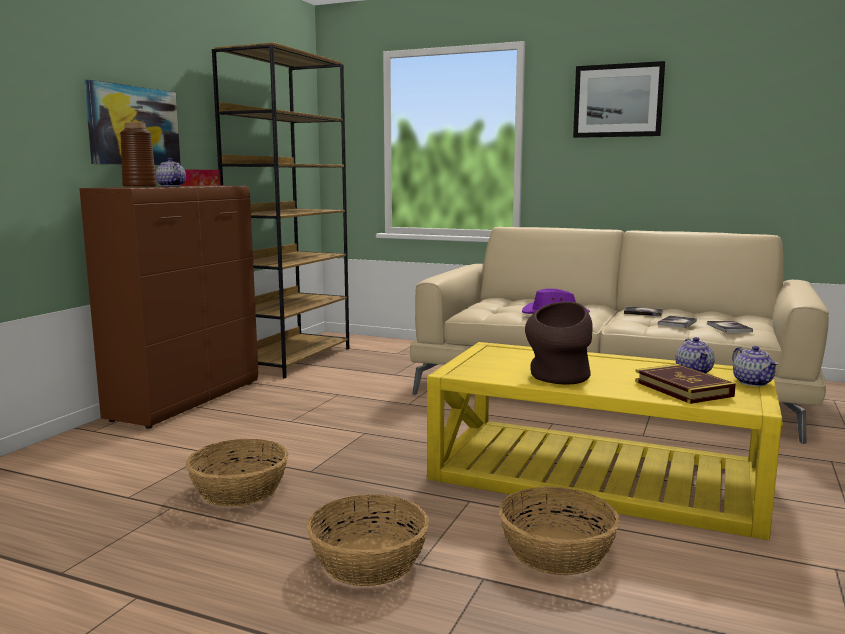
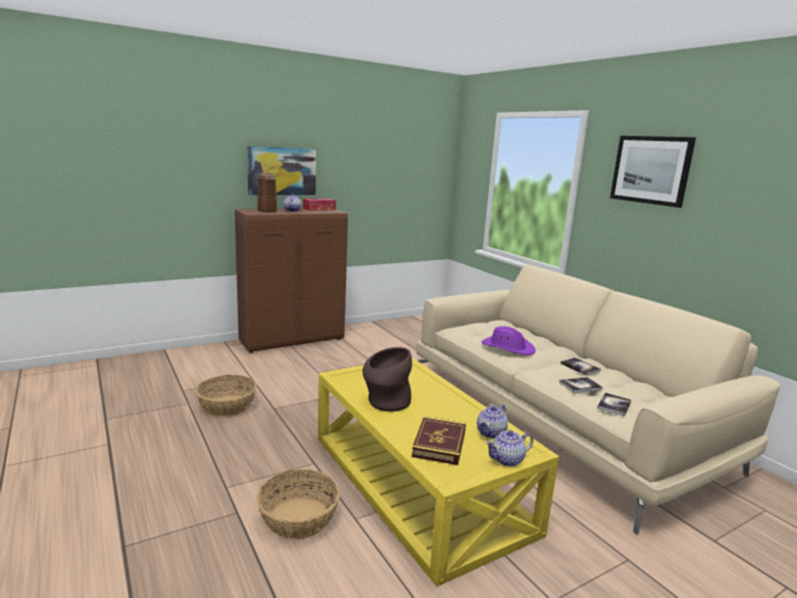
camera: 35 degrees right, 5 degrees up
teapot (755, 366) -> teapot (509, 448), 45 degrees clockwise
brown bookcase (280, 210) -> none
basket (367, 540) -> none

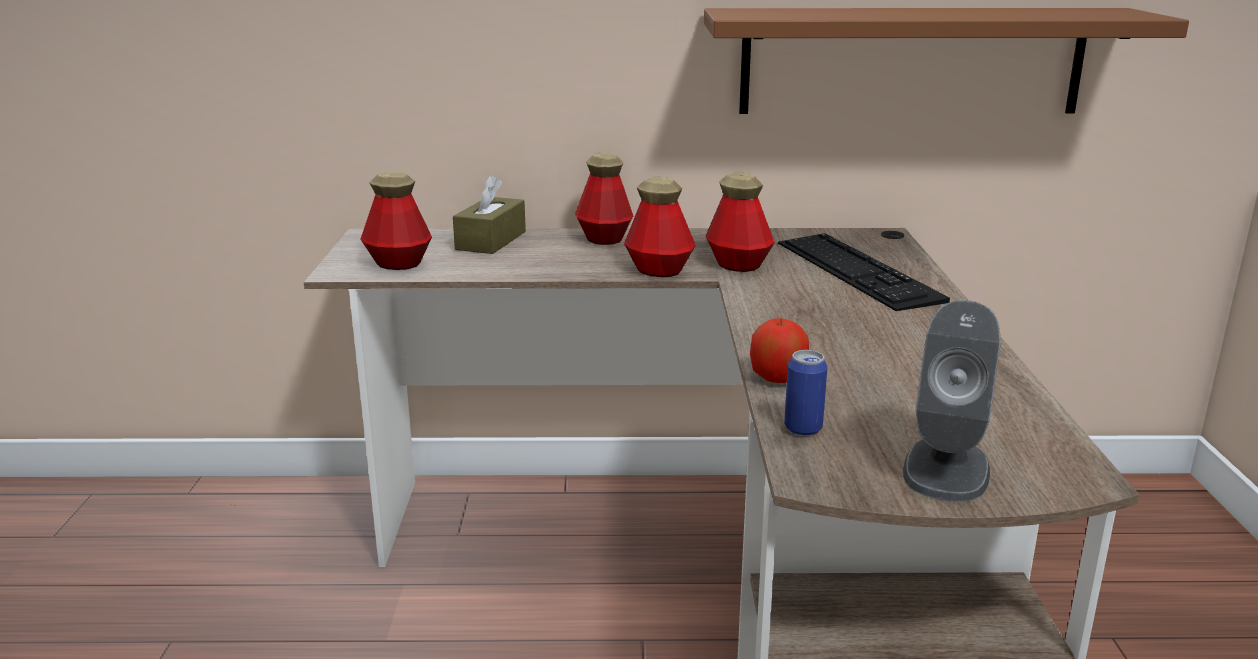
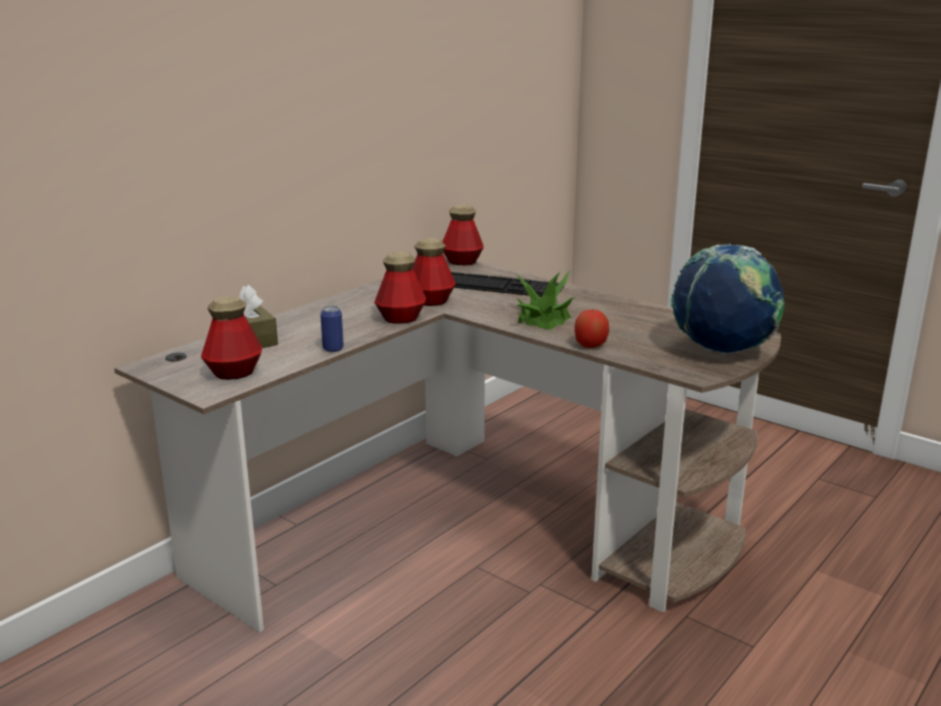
camera: 50 degrees left, 0 degrees up
can (805, 393) -> can (332, 328), relocated
bottle (604, 198) -> bottle (463, 235), relocated
none -> potted plant (545, 300)
grey speaker (952, 401) -> globe (727, 299)
brown shelf (946, 61) -> none

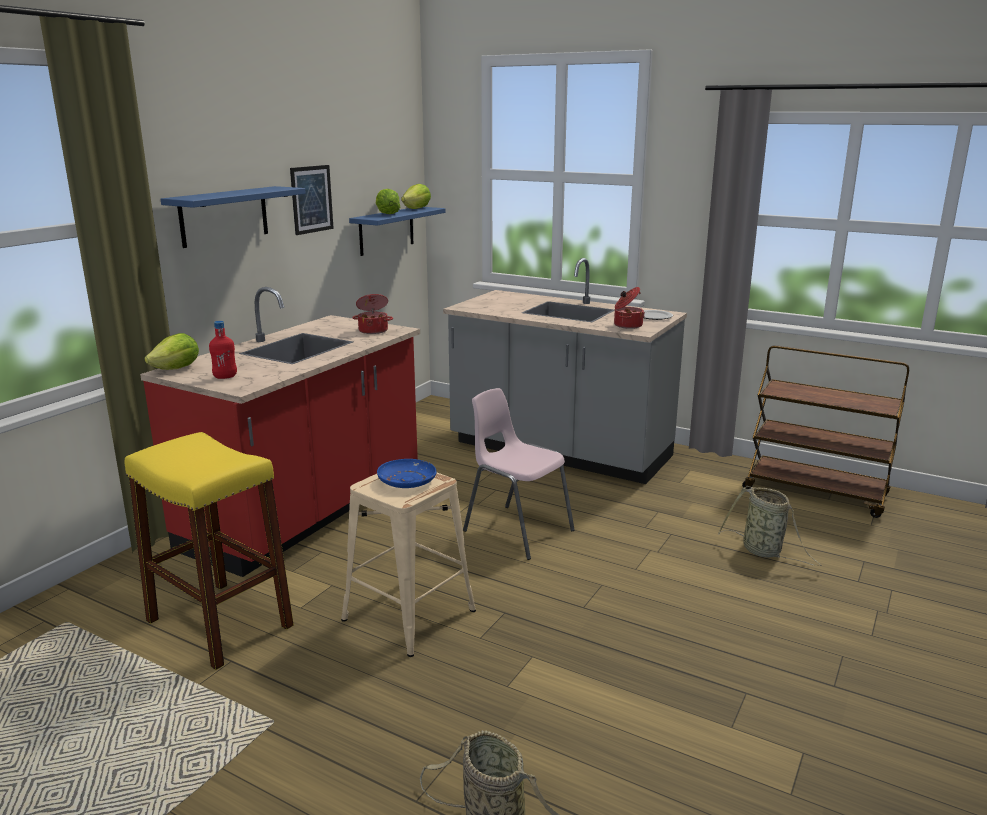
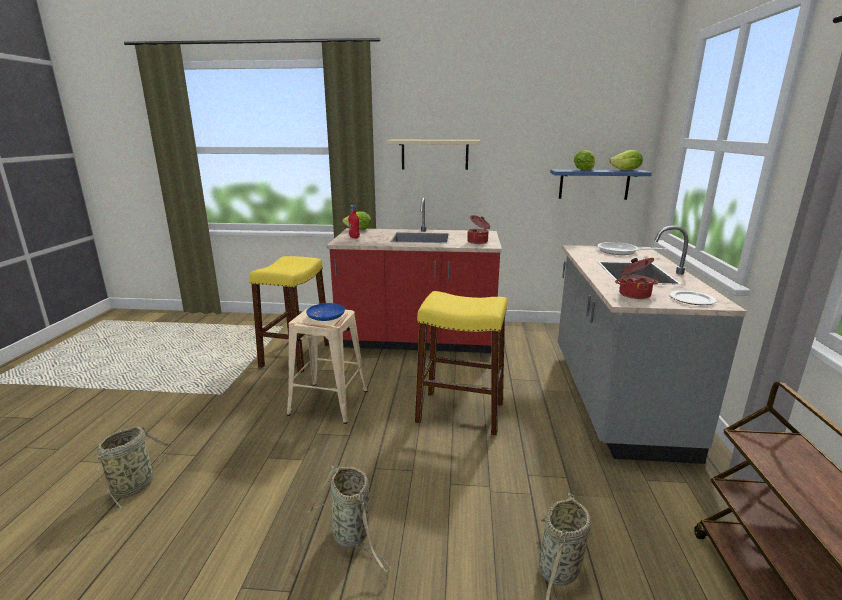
camera: 65 degrees right, 0 degrees up
none -> basket (349, 519)
blue shelf (233, 217) -> beige shelf (434, 155)
pink chair (519, 474) -> yellow stool (461, 363)
none -> frying pan (633, 248)
picture (312, 200) -> none

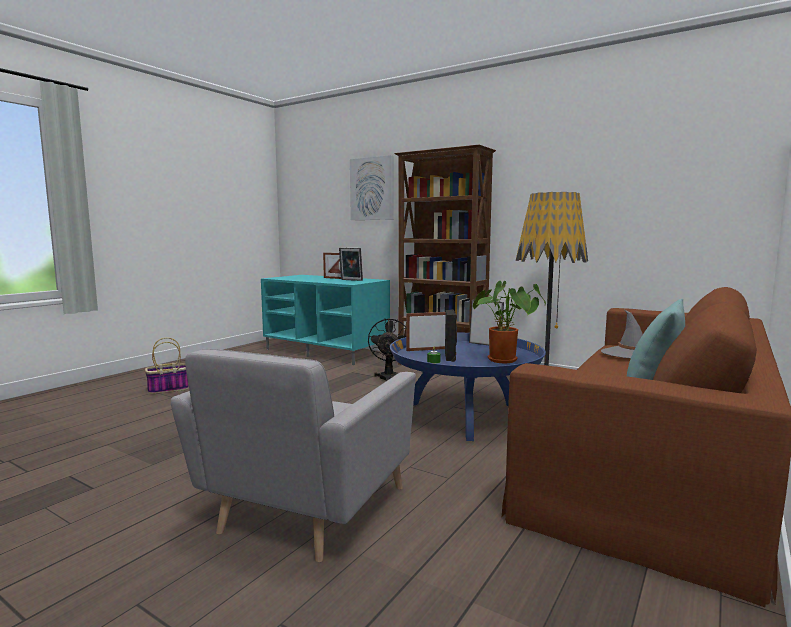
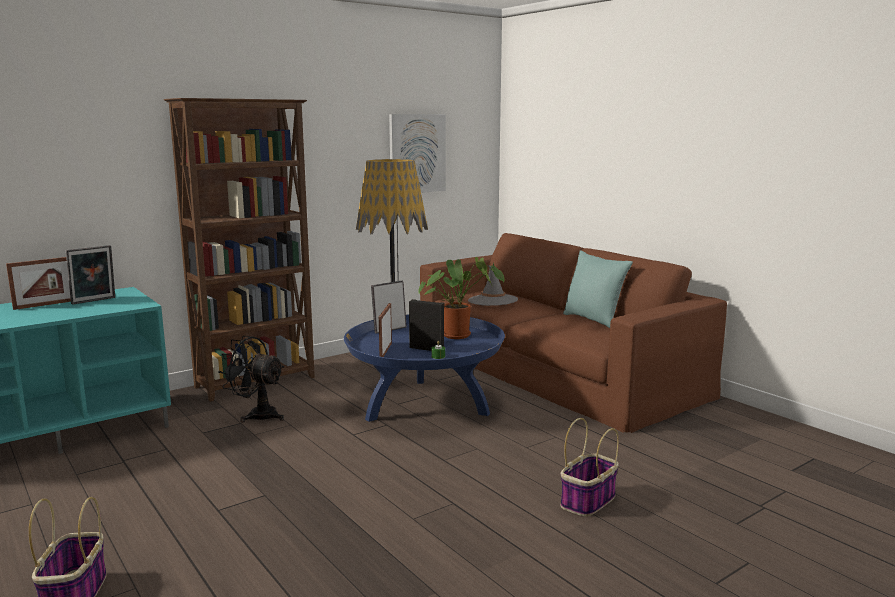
camera: 70 degrees left, 5 degrees up
picture (371, 187) -> picture (417, 153), relocated
grey armchair (293, 455) -> basket (589, 467)

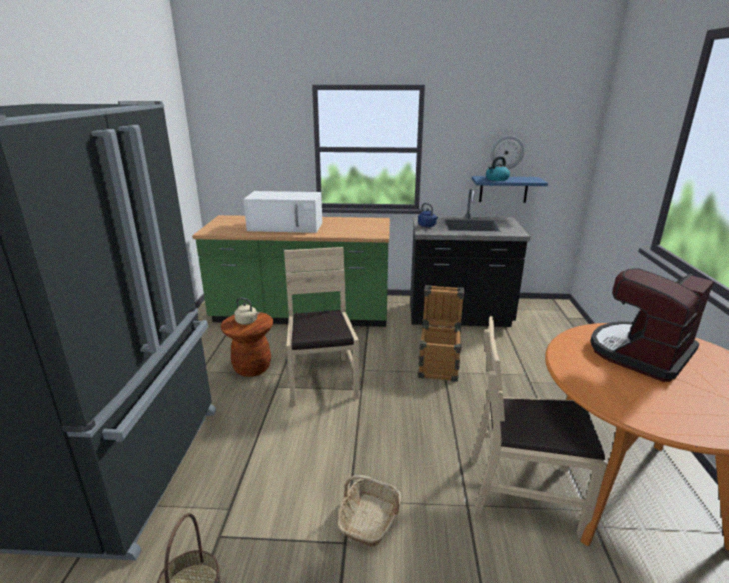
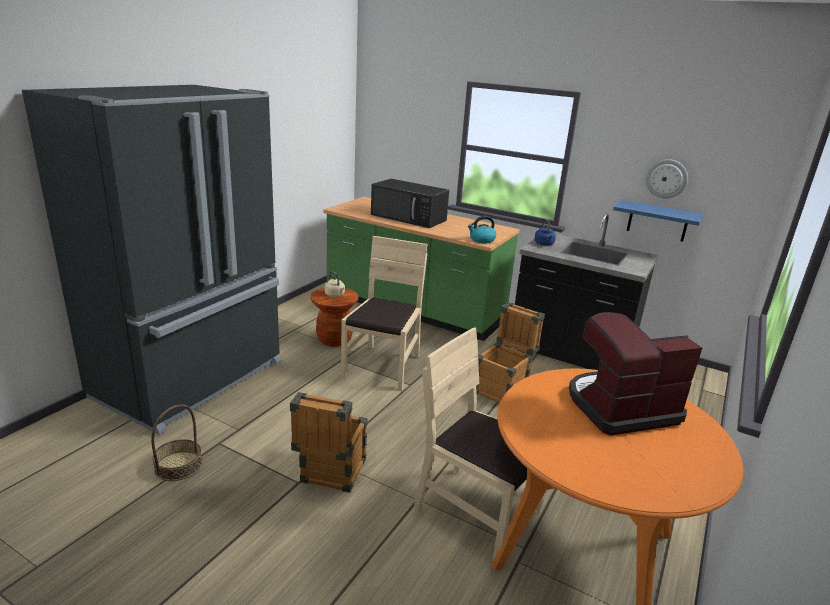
camera: 25 degrees right, 0 degrees up
basket (369, 510) -> crate (328, 442)
white microwave (282, 212) -> black microwave (410, 203)
kettle (498, 168) -> kettle (482, 229), relocated

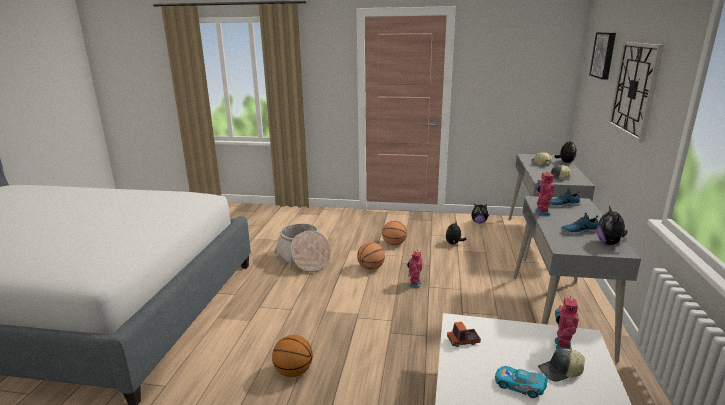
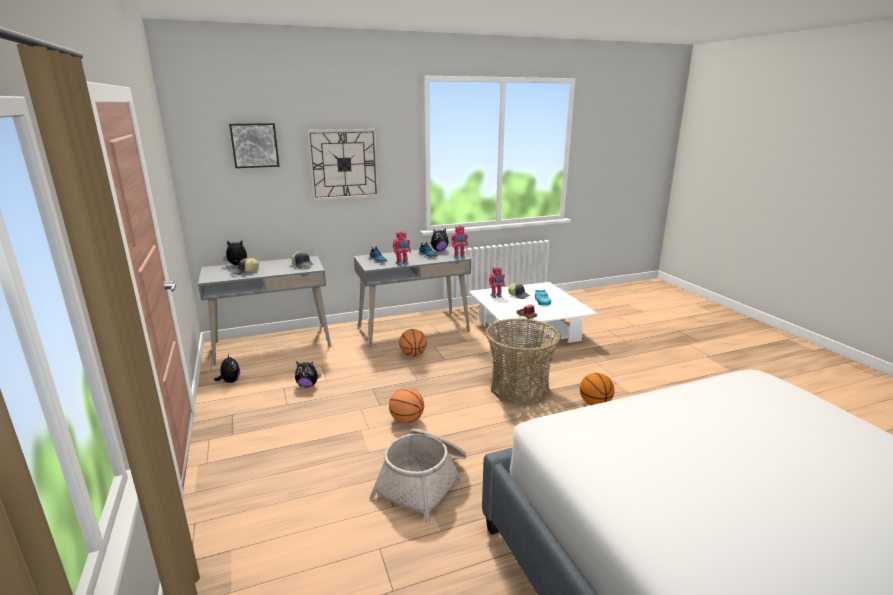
camera: 120 degrees left, 0 degrees up
basketball (394, 233) -> basketball (413, 343), relocated
toy robot (414, 269) -> toy robot (459, 242), relocated
none -> basket (523, 361)

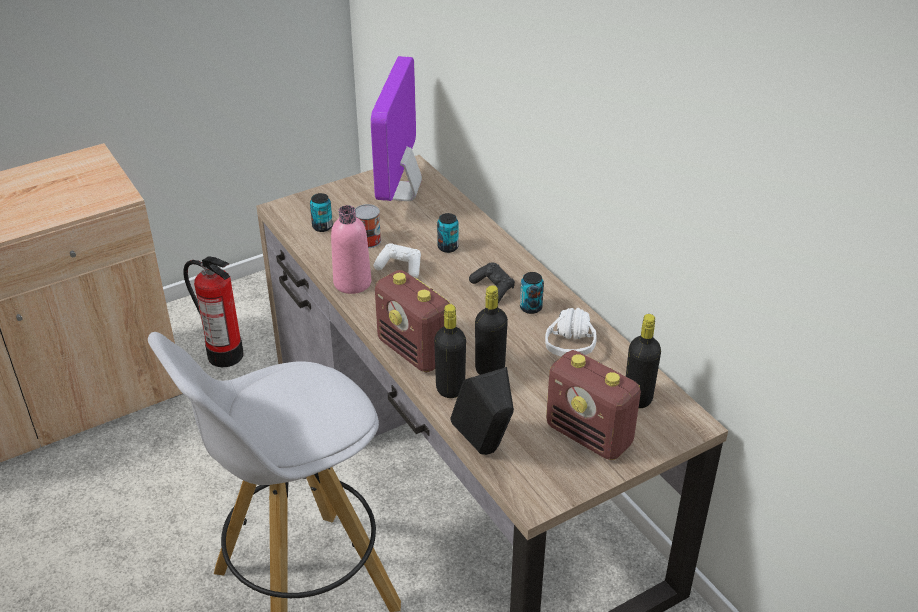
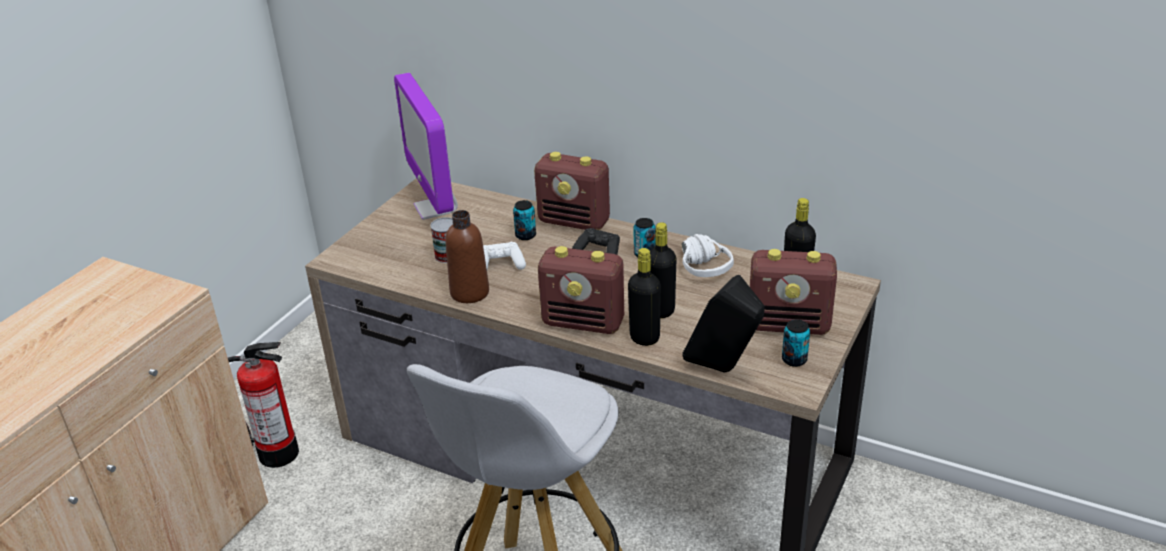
camera: 30 degrees left, 5 degrees down
pink bottle (351, 249) -> brown bottle (467, 256)
none -> radio (572, 191)
can (321, 212) -> can (796, 343), relocated

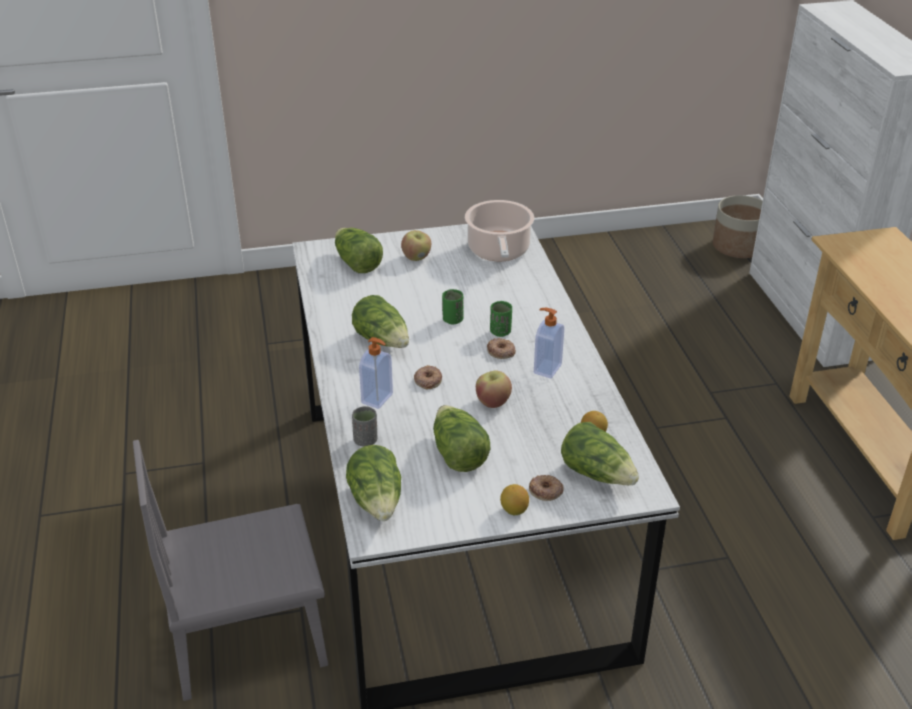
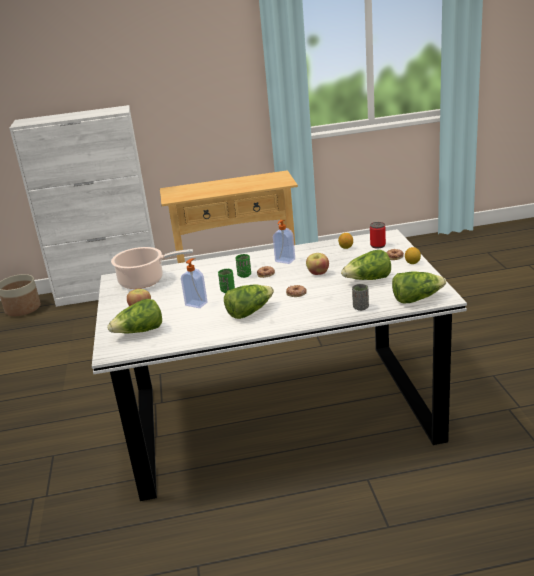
camera: 85 degrees left, 10 degrees down
soap dispenser (376, 373) -> soap dispenser (194, 283), relocated
lettuce (600, 453) -> can (378, 235)
grey chair (230, 570) -> none

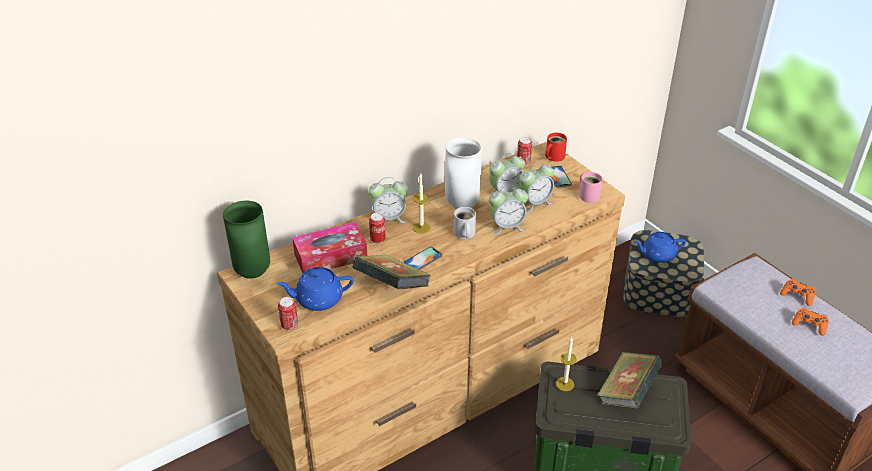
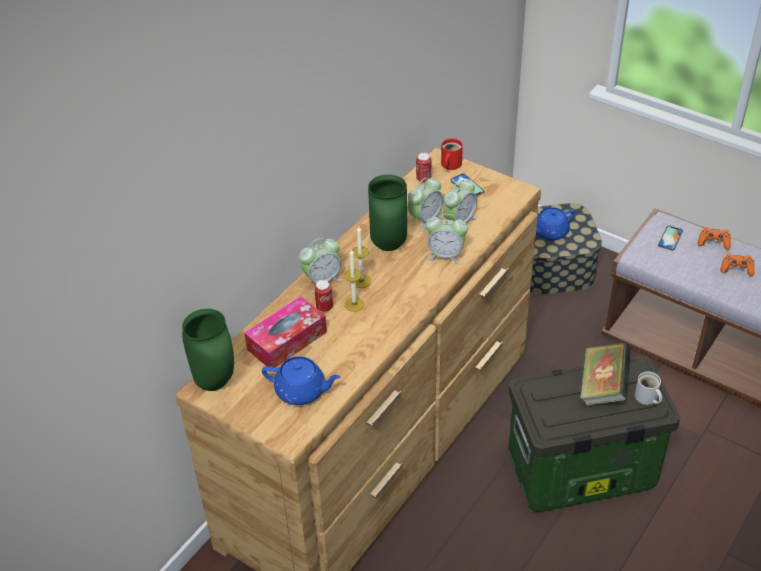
camera: 20 degrees left, 5 degrees up
blue teapot (315, 289) -> blue teapot (301, 380), 135 degrees counterclockwise
candle (566, 363) -> candle (354, 280), relocated
white vase (463, 173) -> green vase (387, 212)
alarm clock (508, 210) -> alarm clock (447, 239), 45 degrees clockwise
white mug (465, 223) -> white mug (648, 388), relocated
phone (423, 258) -> phone (670, 238), relocated
can (288, 313) -> none
book (392, 272) -> none
pink mug (591, 187) -> none

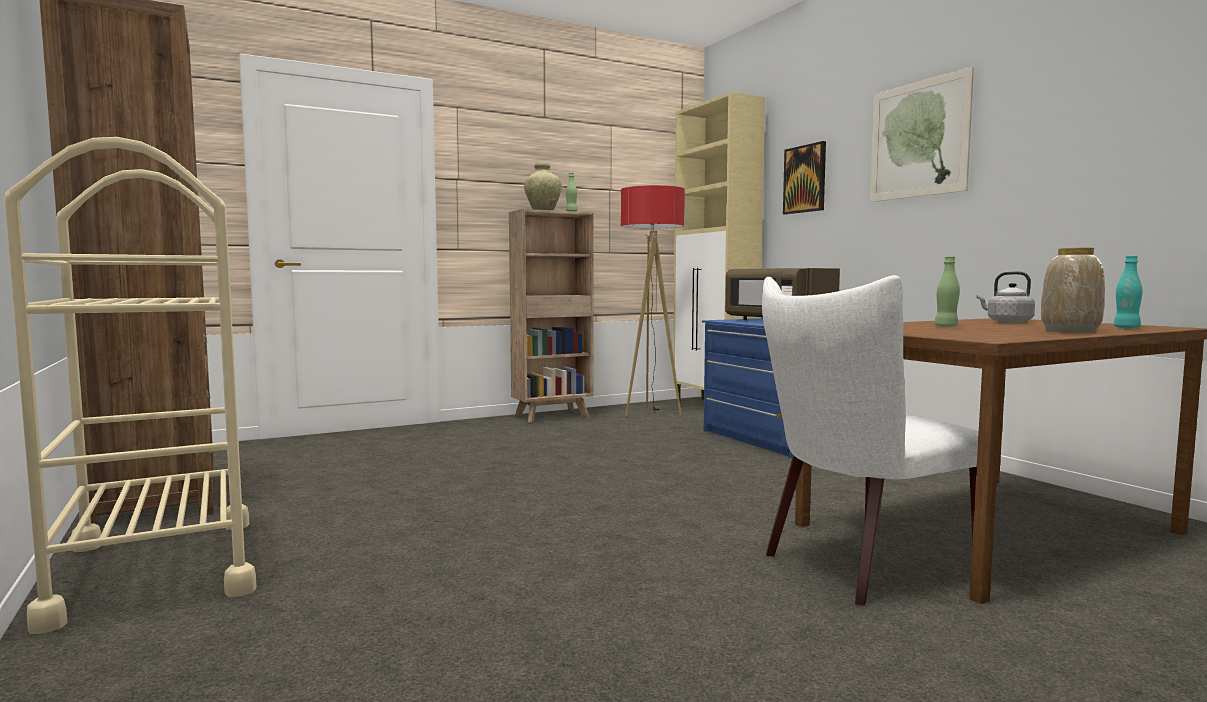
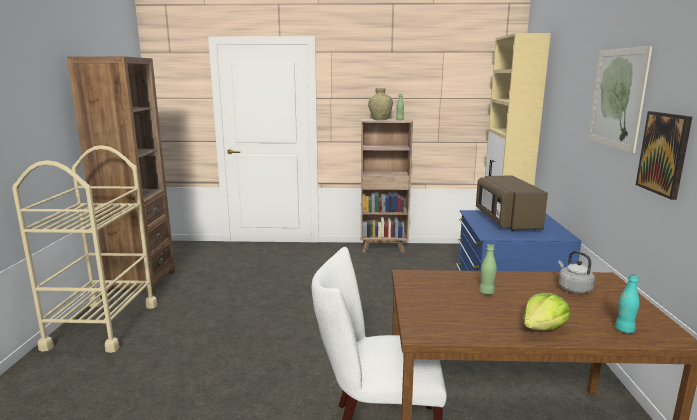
camera: 30 degrees right, 10 degrees up
vase (1073, 290) -> lettuce (546, 312)
picture (804, 177) -> picture (664, 155), relocated
floor lamp (653, 301) -> none

